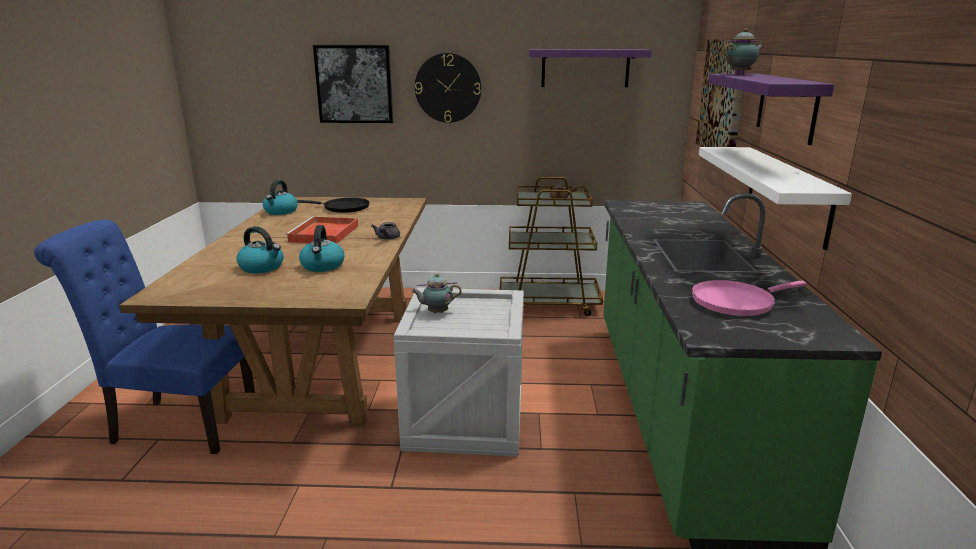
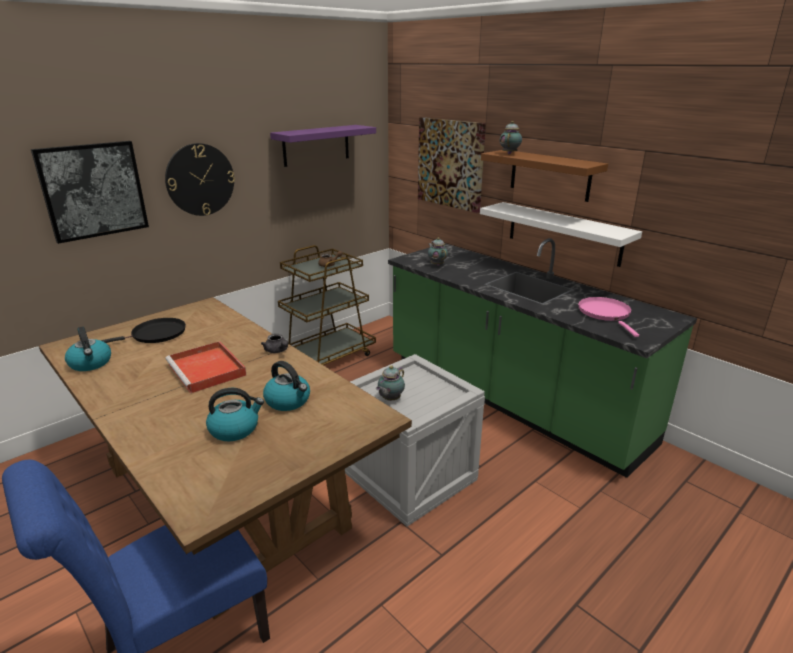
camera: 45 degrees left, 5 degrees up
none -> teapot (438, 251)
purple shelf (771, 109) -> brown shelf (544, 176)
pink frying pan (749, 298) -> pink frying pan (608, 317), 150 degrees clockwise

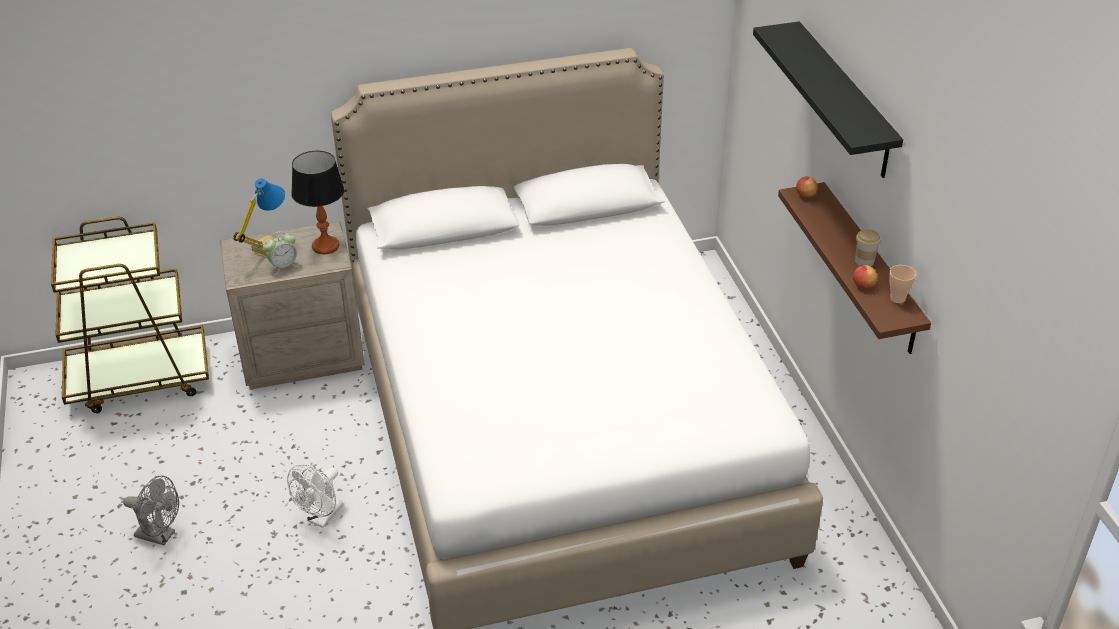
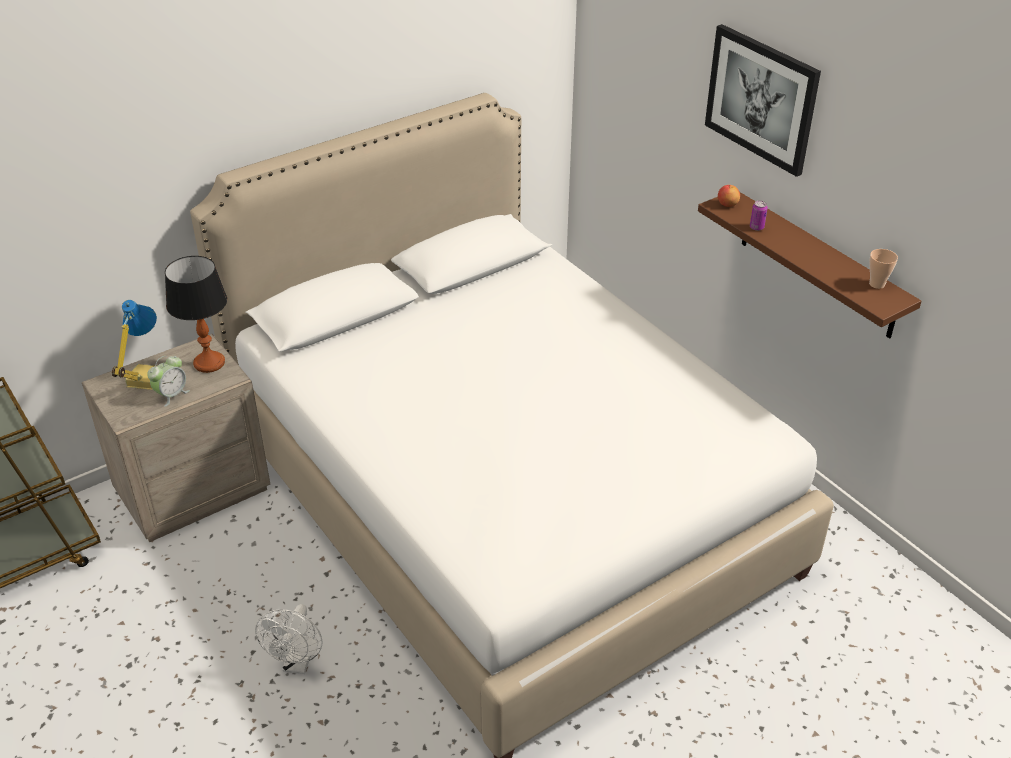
camera: 20 degrees left, 0 degrees up
black shelf (828, 99) -> picture (763, 100)
none -> can (759, 216)
grey fan (151, 510) -> none
apple (865, 277) -> none
cup (868, 247) -> none

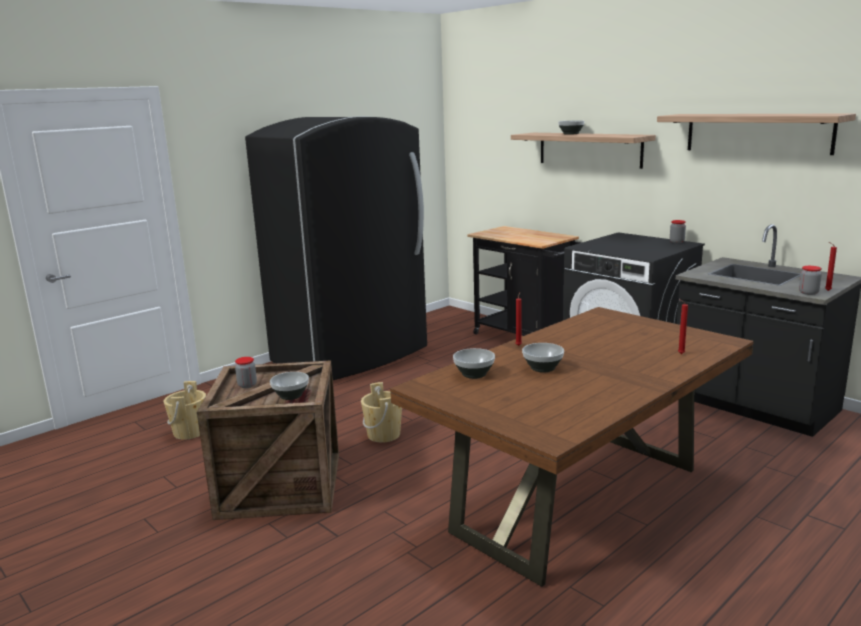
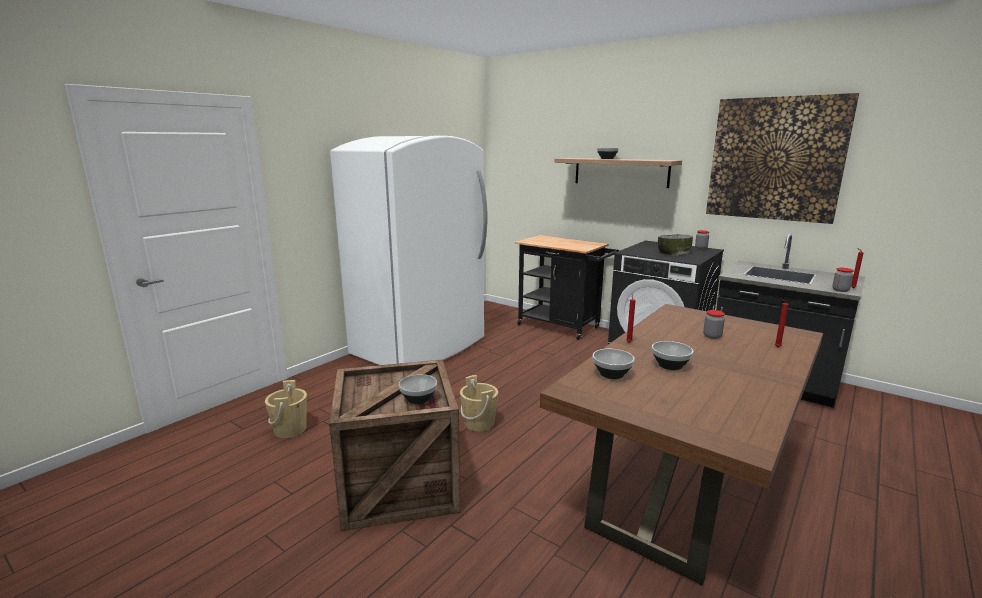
camera: 10 degrees left, 0 degrees up
black fridge (336, 248) -> white fridge (409, 250)
none -> bowl (675, 244)
jar (246, 372) -> jar (714, 324), relocated
shelf (756, 134) -> picture (782, 158)

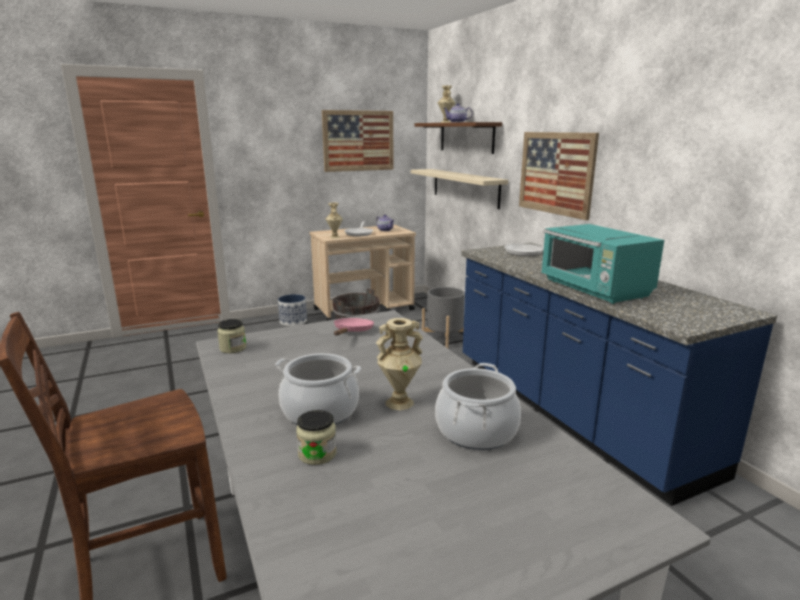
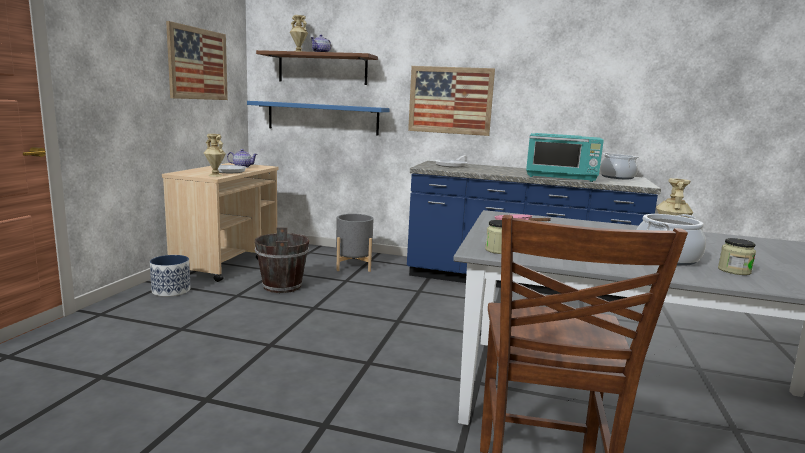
camera: 50 degrees left, 5 degrees down
beige shelf (459, 189) -> blue shelf (318, 118)
cooking pot (478, 406) -> cooking pot (619, 166), relocated

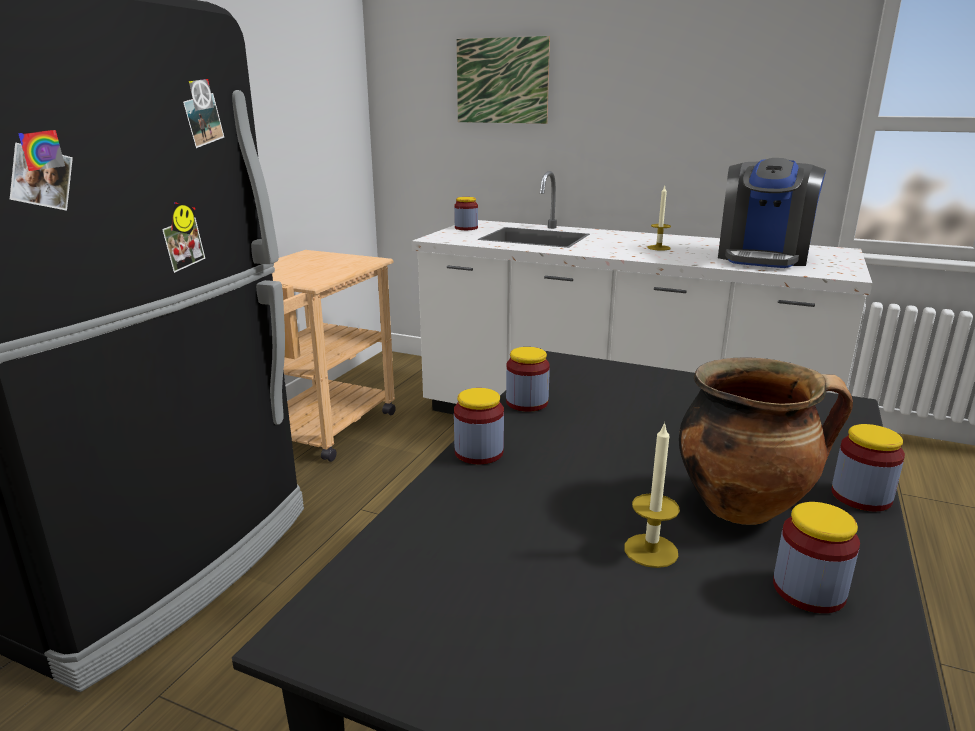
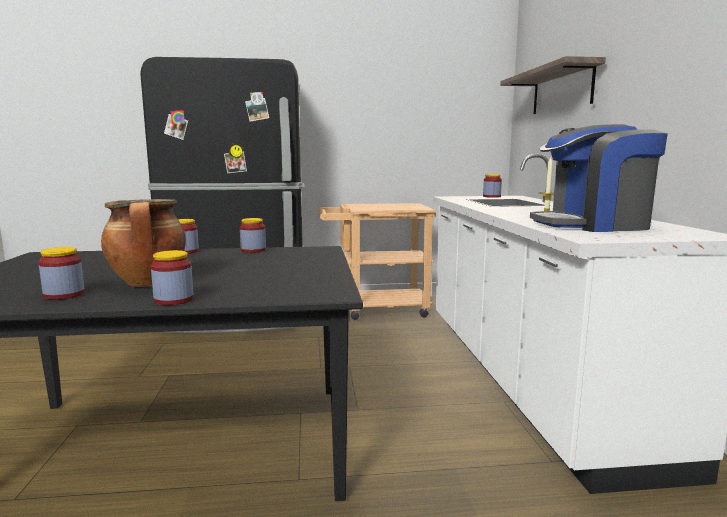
camera: 60 degrees right, 10 degrees down
picture (503, 80) -> shelf (553, 85)
candle (652, 495) -> none

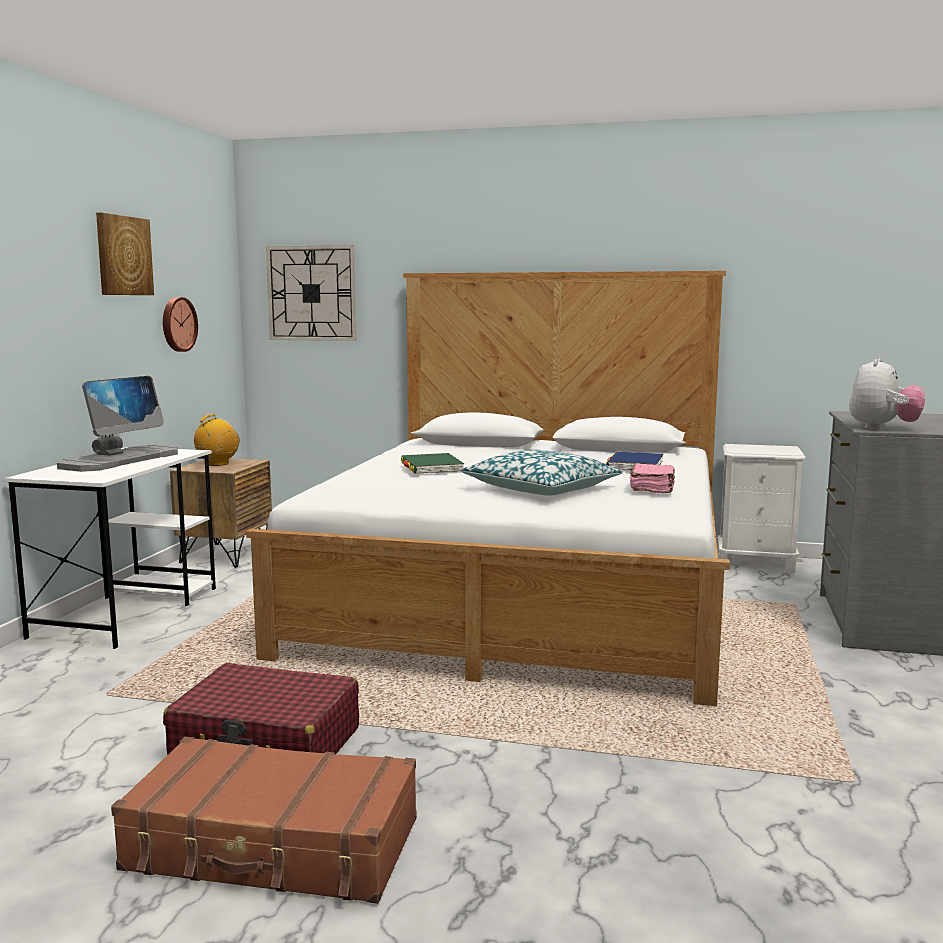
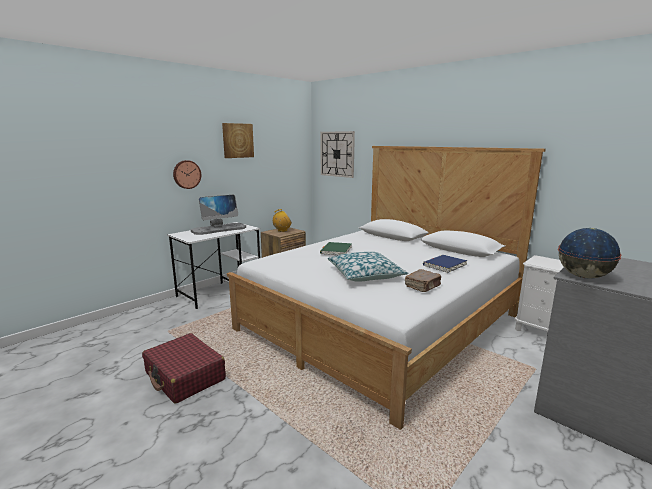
camera: 30 degrees right, 5 degrees up
wall clock (180, 324) -> wall clock (187, 174), relocated
pink book (652, 478) -> brown book (423, 280)
plush toy (887, 393) -> globe (590, 253)
brown suitcase (264, 820) -> none

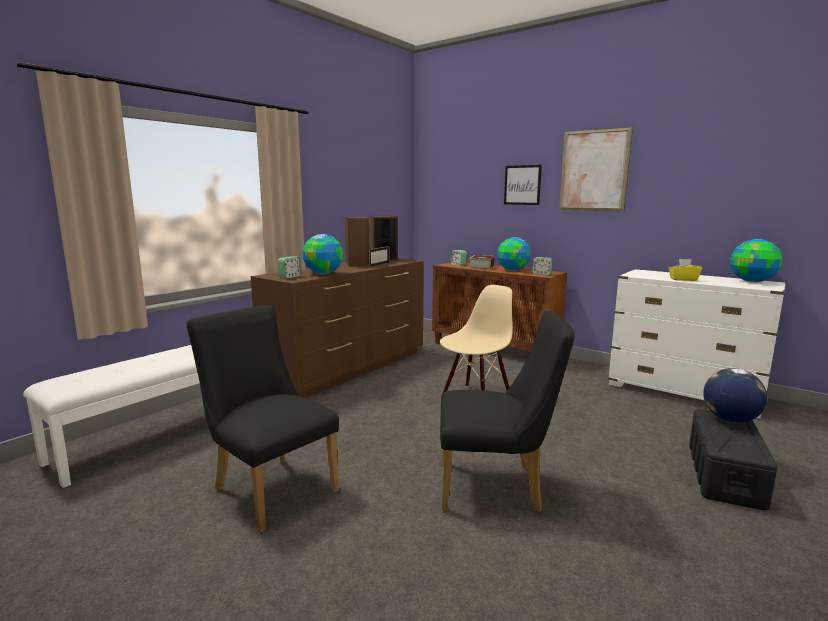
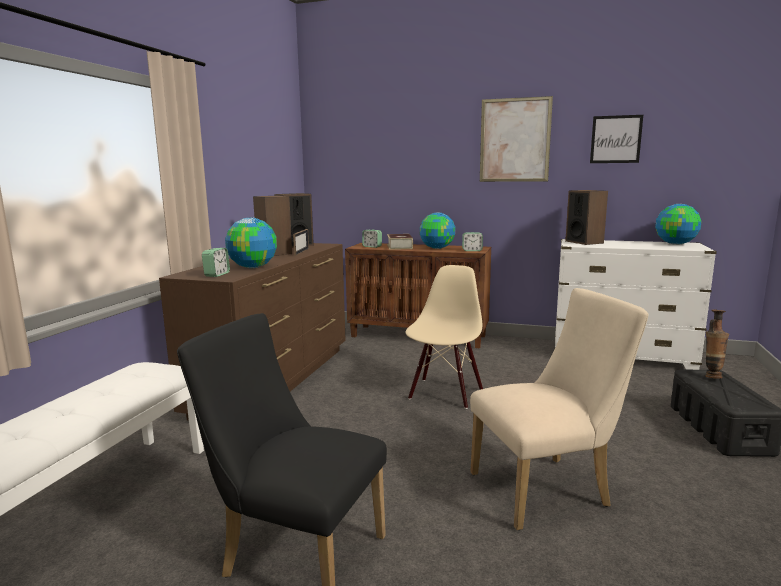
camera: 20 degrees left, 0 degrees up
black chair (507, 411) -> beige chair (559, 409)
none -> speaker (586, 217)
picture (523, 185) -> picture (616, 139), relocated
globe (735, 395) -> vase (717, 344)
yellow tissue box (685, 270) -> none

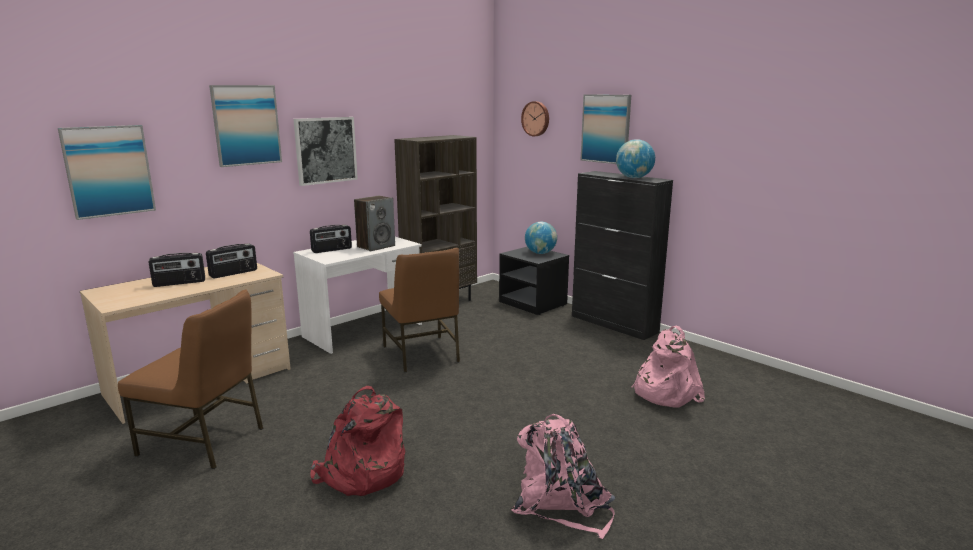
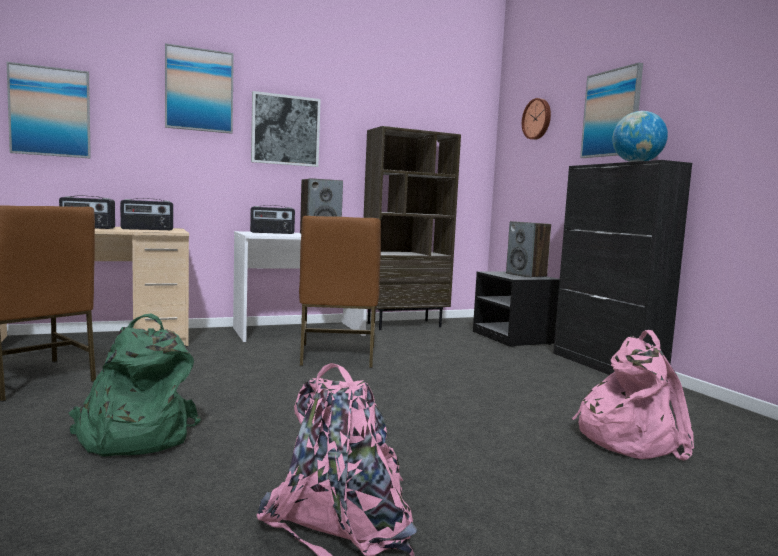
camera: 20 degrees right, 10 degrees down
red backpack (358, 441) -> green backpack (134, 384)
globe (541, 238) -> speaker (528, 249)

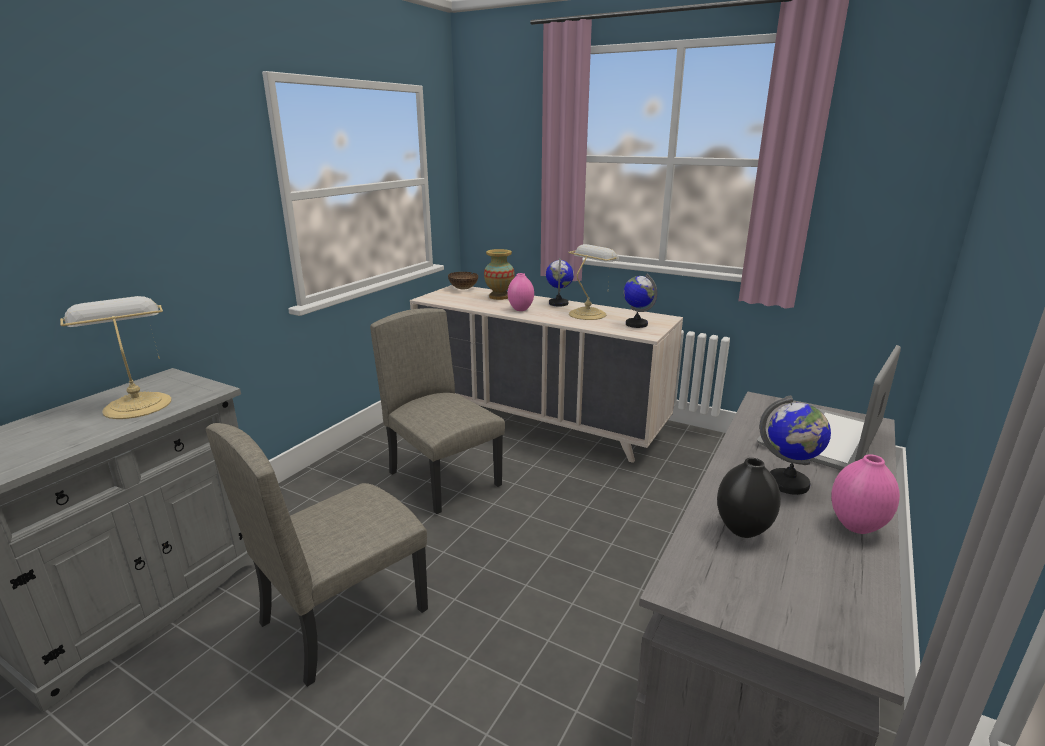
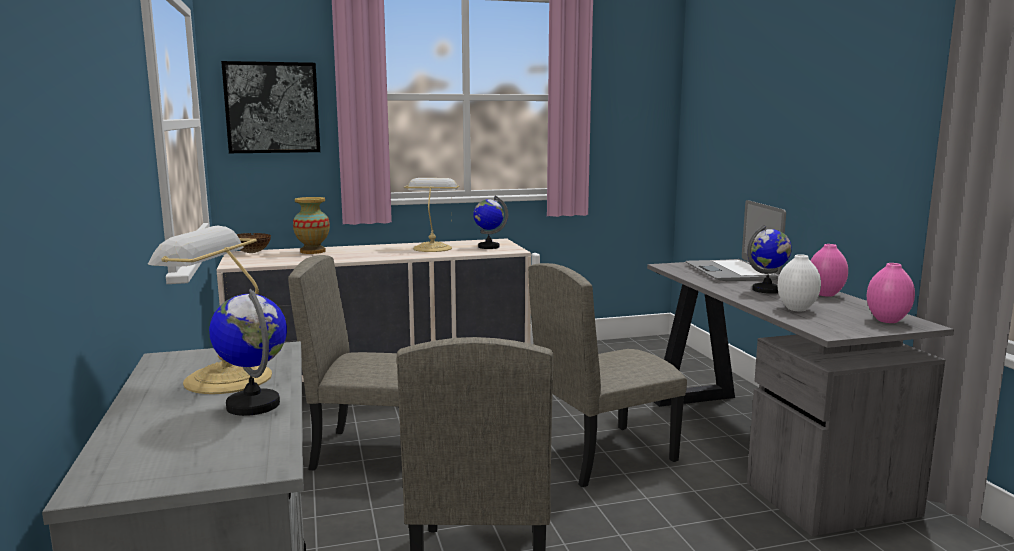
camera: 45 degrees left, 10 degrees down
globe (560, 282) -> globe (248, 352), relocated
none -> picture (270, 107)
none -> beige chair (607, 375)
black vase (749, 498) -> white vase (799, 282)
pink vase (521, 292) -> pink vase (891, 293), relocated

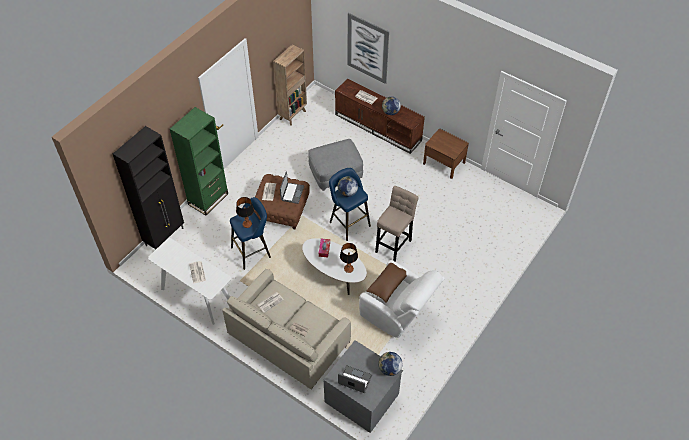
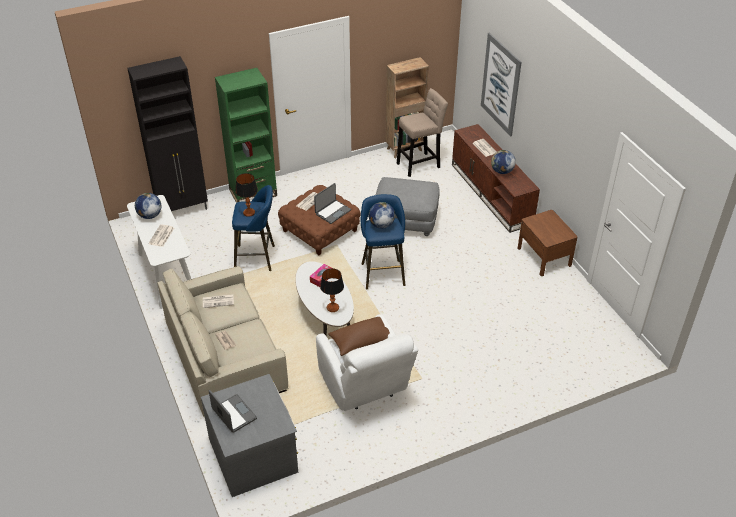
camera: 30 degrees right, 10 degrees down
globe (390, 364) -> globe (148, 206), relocated
beige stool (397, 223) -> beige stool (422, 132), relocated

